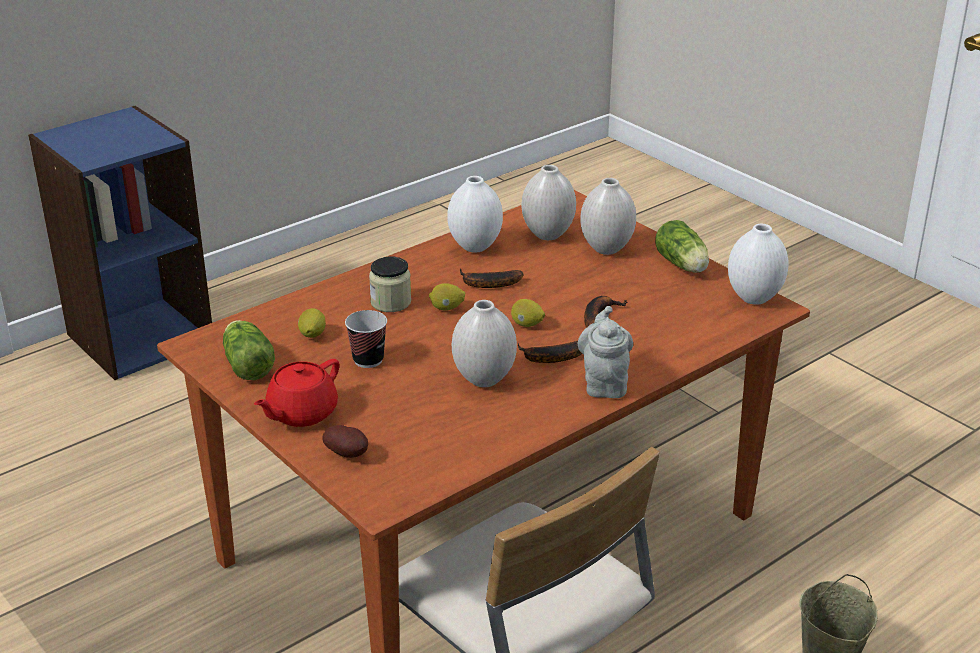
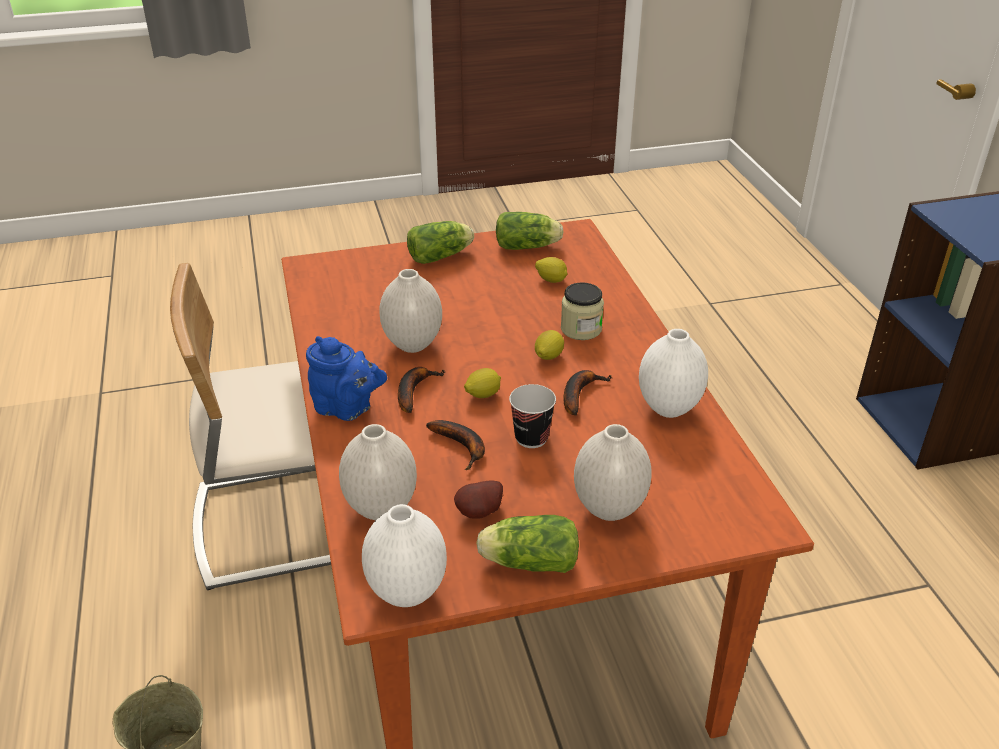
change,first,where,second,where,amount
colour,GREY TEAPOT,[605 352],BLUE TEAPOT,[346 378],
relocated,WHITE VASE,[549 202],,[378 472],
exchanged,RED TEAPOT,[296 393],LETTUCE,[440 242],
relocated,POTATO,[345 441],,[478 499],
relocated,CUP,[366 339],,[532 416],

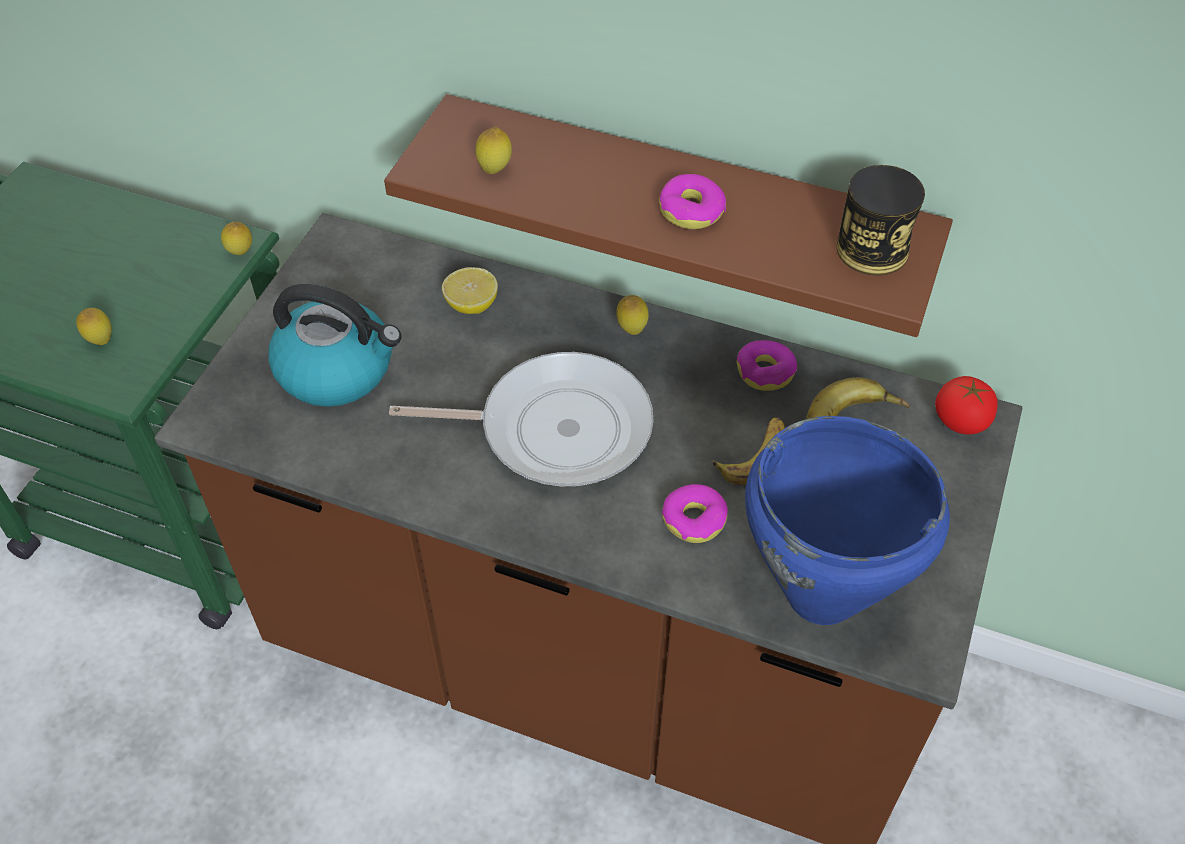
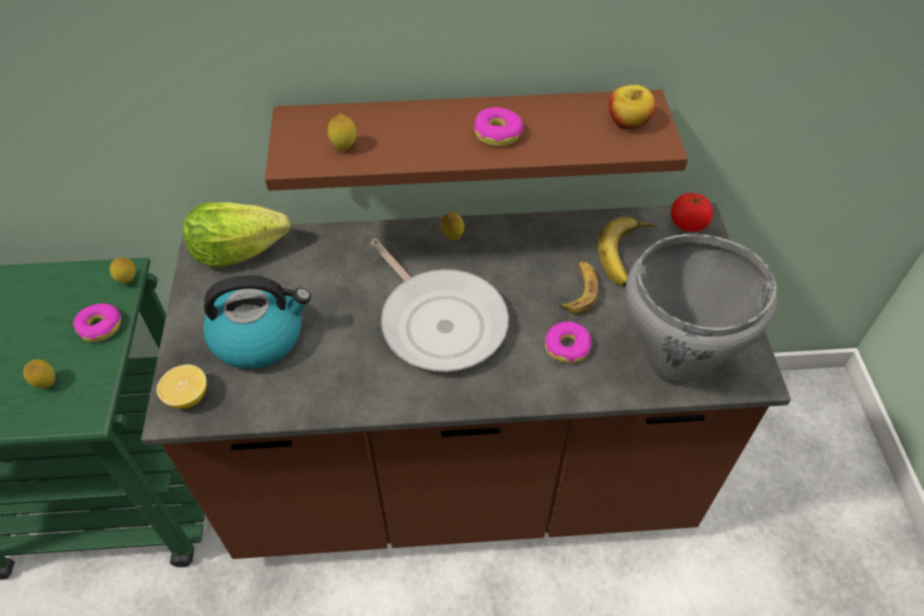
change,first,where,second,where,amount
relocated,DONUT,[767 365],,[97 322],
relocated,LEMON,[470 290],,[182 386],
appeared,,,LETTUCE,[236 234],
spun,FRYING PAN,[521 419],,[439 305],75 degrees clockwise
exchanged,CAN,[881 220],APPLE,[632 107],
colour,BLUE COOKING POT,[847 520],GREY COOKING POT,[701 309],

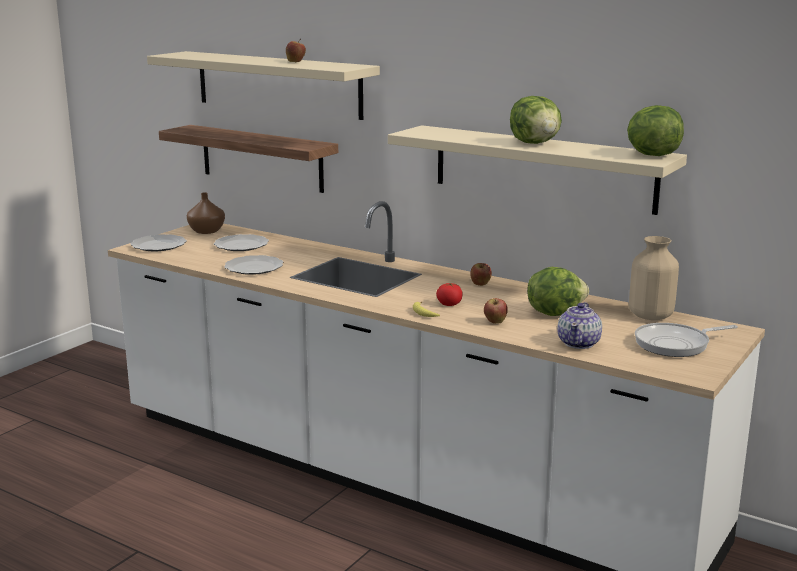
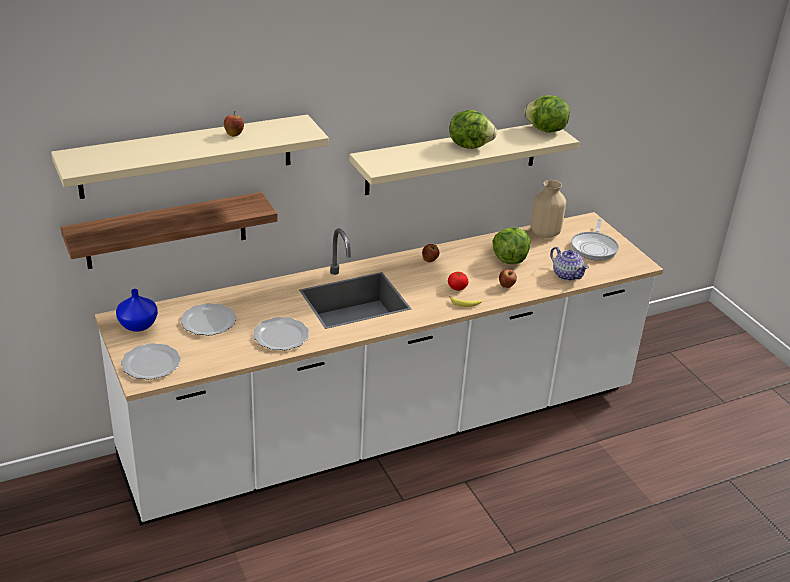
change,first,where,second,where,amount
colour,BROWN VASE,[206 213],BLUE VASE,[137 310],

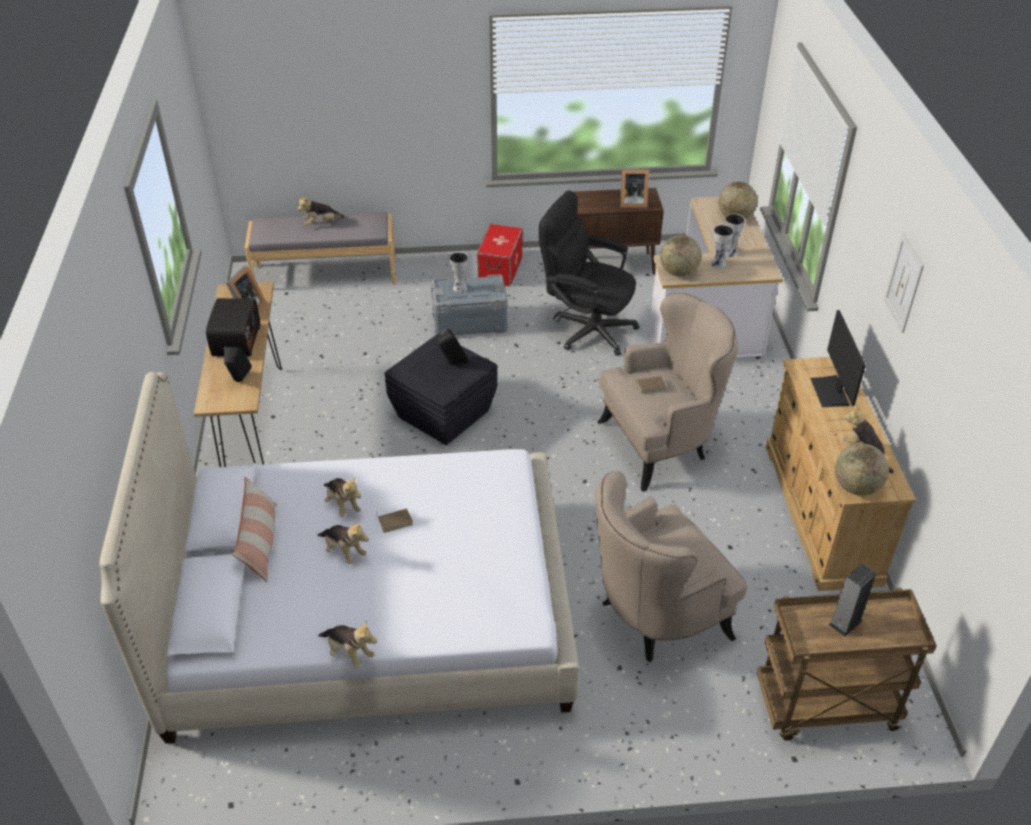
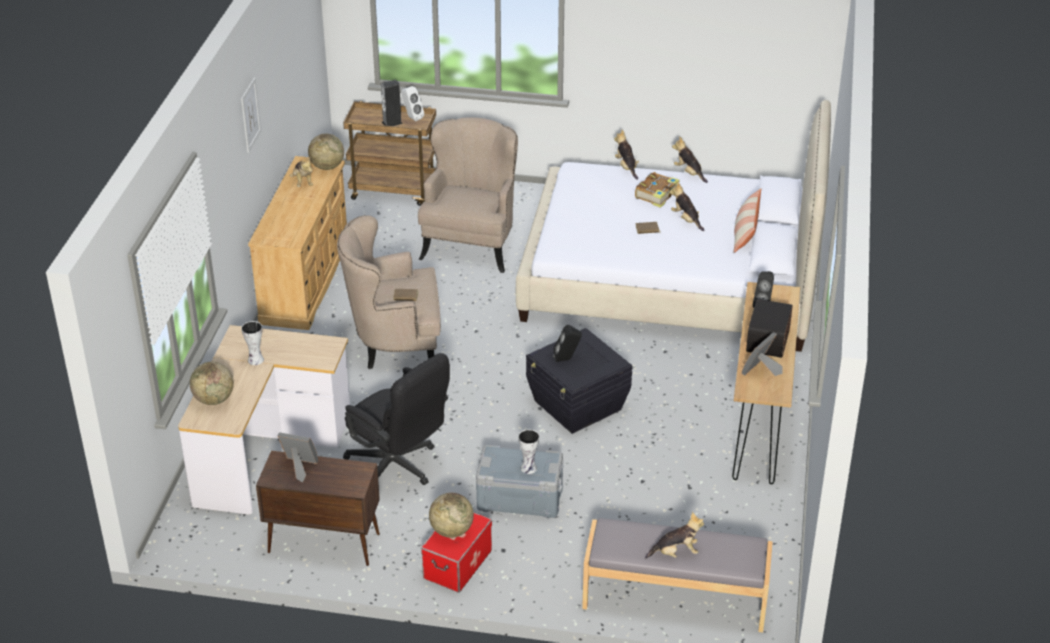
change,first,where,second,where,amount
appeared,,,WHITE SPEAKER,[412 103],
spun,BEIGE ARMCHAIR,[671 566],,[468 195],60 degrees counterclockwise
relocated,GLOBE,[681 256],,[451 515],
relocated,PLUSH TOY,[342 497],,[626 155],
appeared,,,BOOK,[657 190],
missing,VASE,[722 247],,,
missing,MONITOR,[838 358],,,

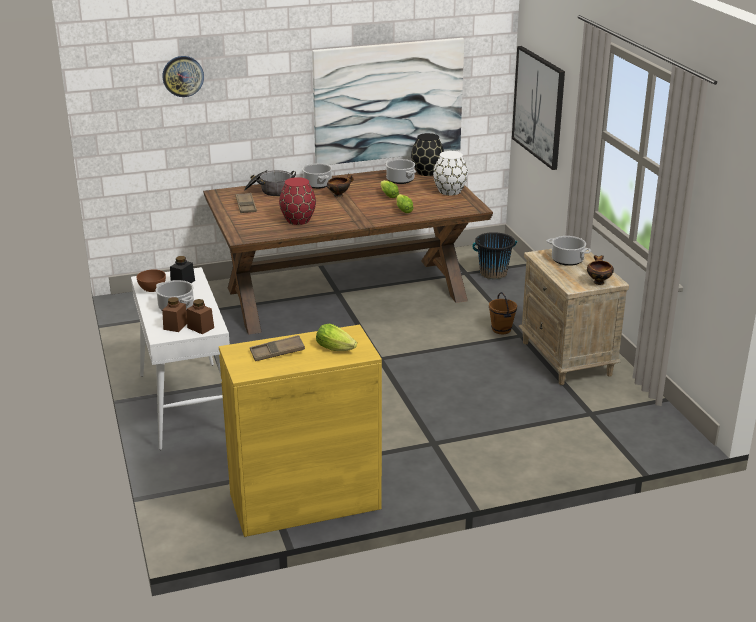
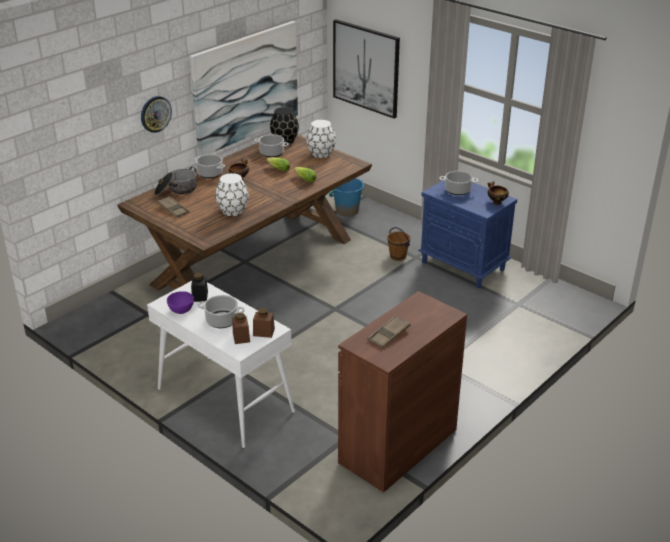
change,first,where,second,where,amount
relocated,WALL CLOCK,[183 76],,[156 114],
colour,BROWN BOWL,[151 281],PURPLE BOWL,[180 302],
colour,RED VASE,[297 201],WHITE VASE,[231 194],
colour,BLACK BUCKET,[494 255],BLUE BUCKET,[346 197],
colour,YELLOW CABINET,[300 431],BROWN CABINET,[402 391],
colour,BEIGE NIGHTSTAND,[574 316],BLUE NIGHTSTAND,[467 234],
missing,LETTUCE,[336 337],,,

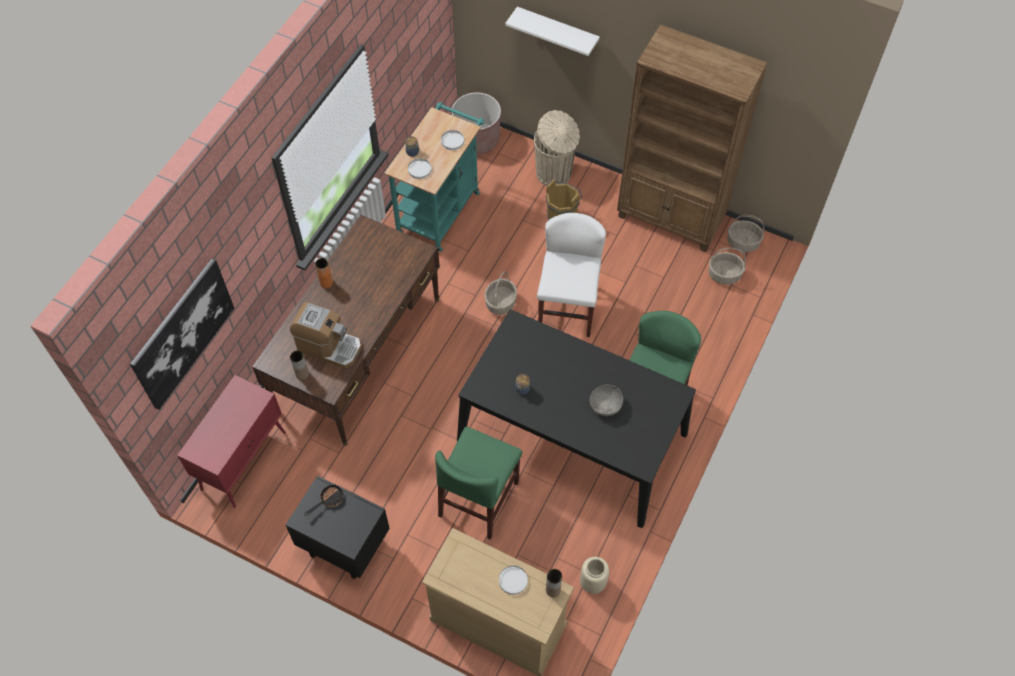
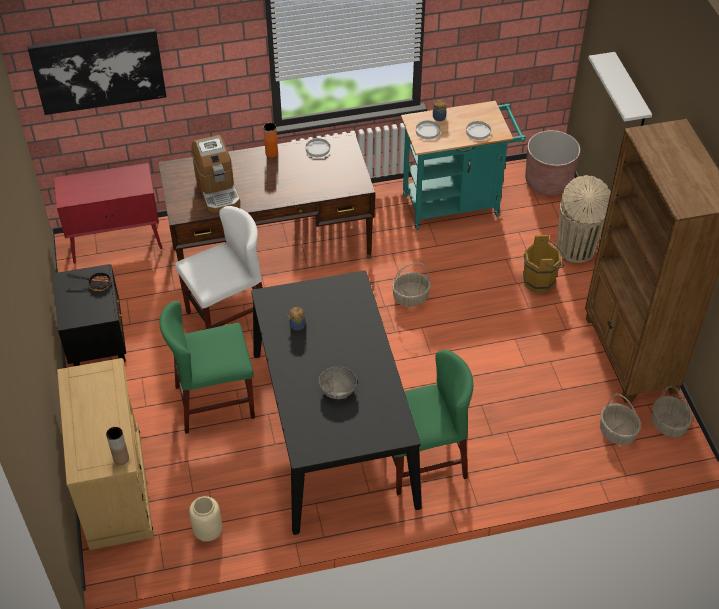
change,first,where,second,where,amount
relocated,WHITE CHAIR,[571 275],,[219 267],
relocated,WHITE PLATE,[513 580],,[318 147],
missing,BROWN VASE,[299 365],,,

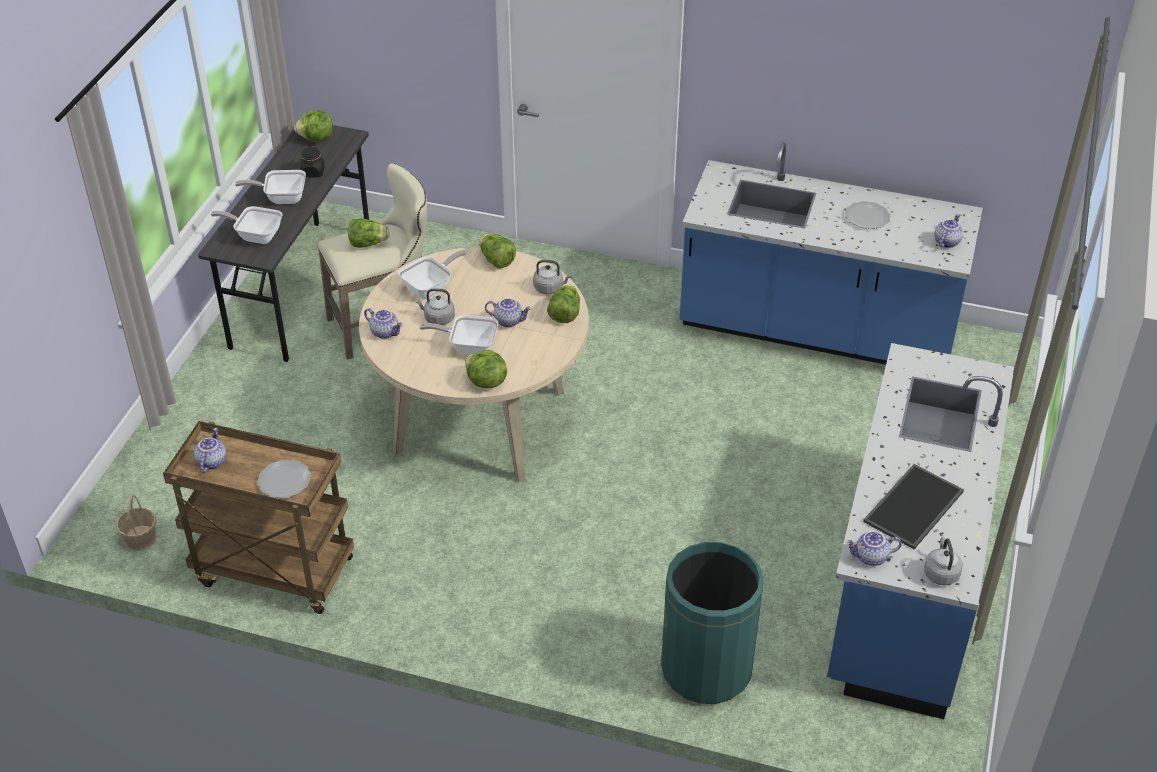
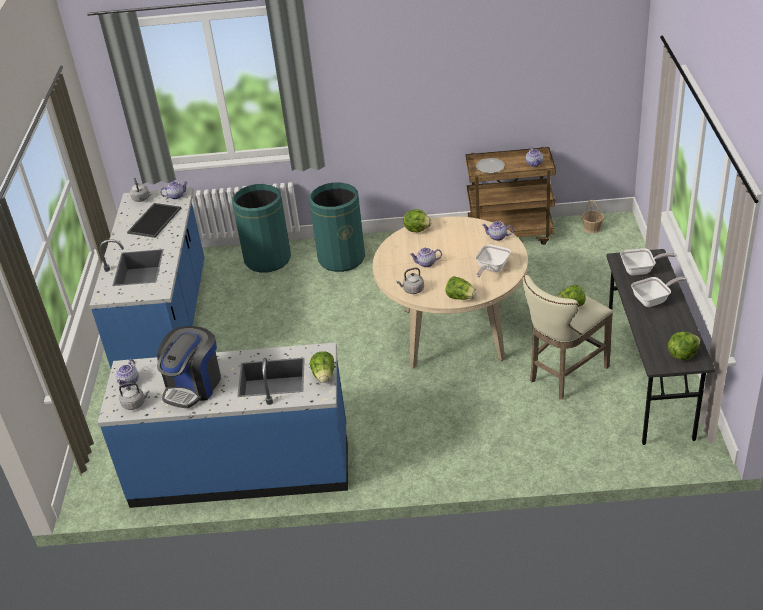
change,first,where,second,where,amount
relocated,GREY KETTLE,[435 307],,[134 396],
exchanged,PLATE,[868 215],COFFEE MACHINE,[189 367],
appeared,,,GREEN TRASH CAN,[337 227],
relocated,LETTUCE,[563 304],,[322 367],
missing,BLACK JAR,[312 161],,,
missing,FRYING PAN,[458 335],,,

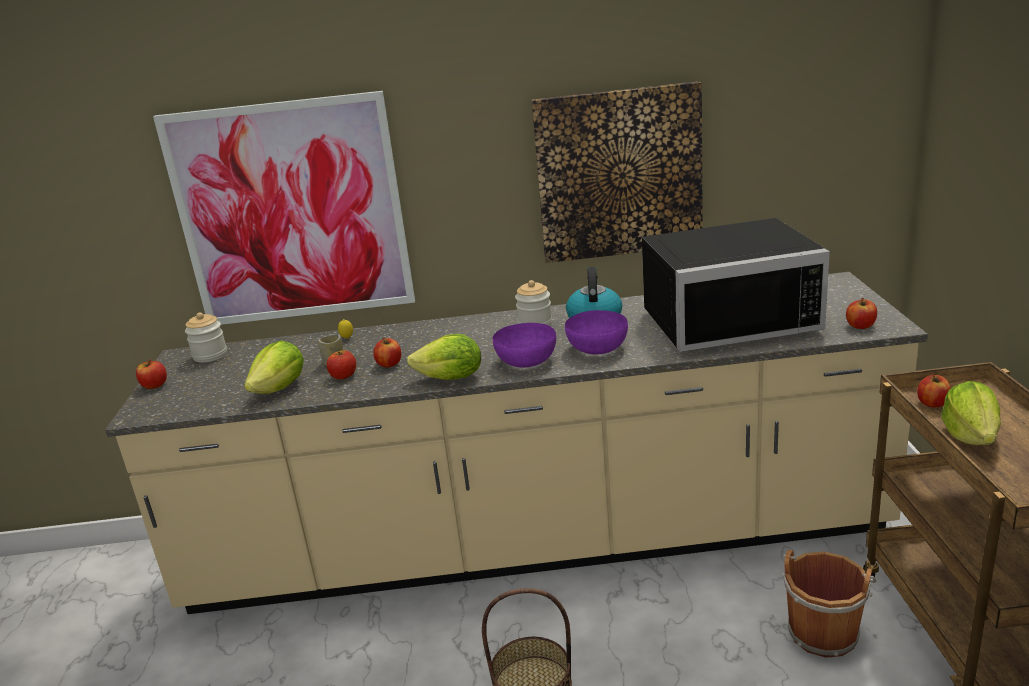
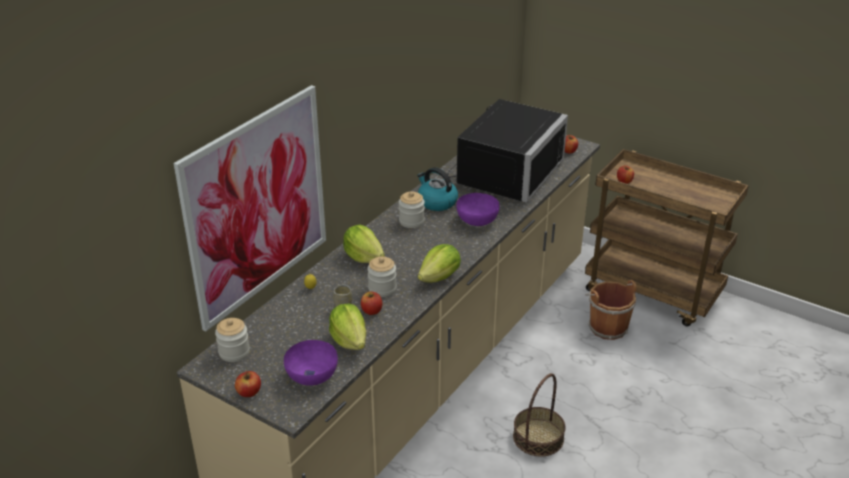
change,first,where,second,where,amount
relocated,PURPLE BOWL,[524 345],,[311 363],
relocated,LETTUCE,[971 413],,[364 243],
exchanged,APPLE,[387 352],JAR,[382 276],
missing,PICTURE,[617 172],,,

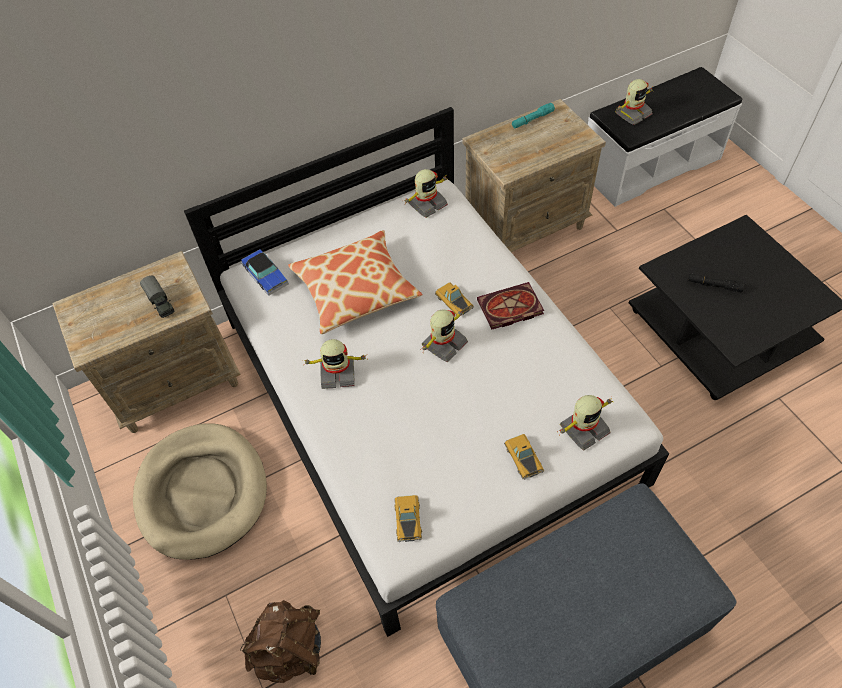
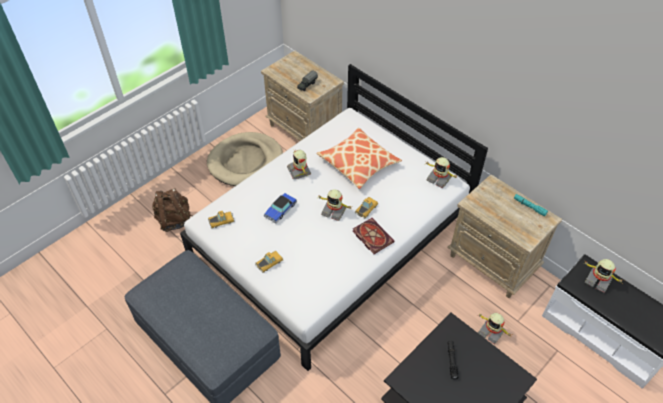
change,first,where,second,where,amount
relocated,TOY CAR,[265 272],,[280 208],
relocated,TOY ROBOT,[585 423],,[495 329],

